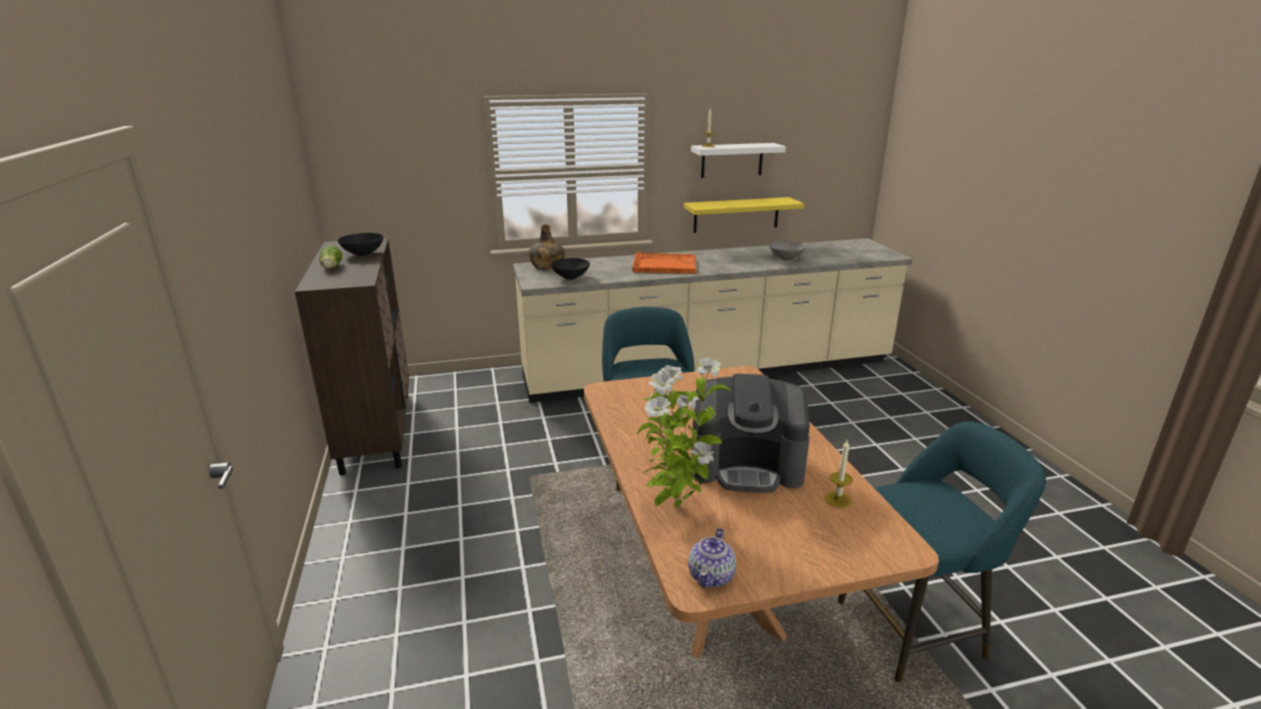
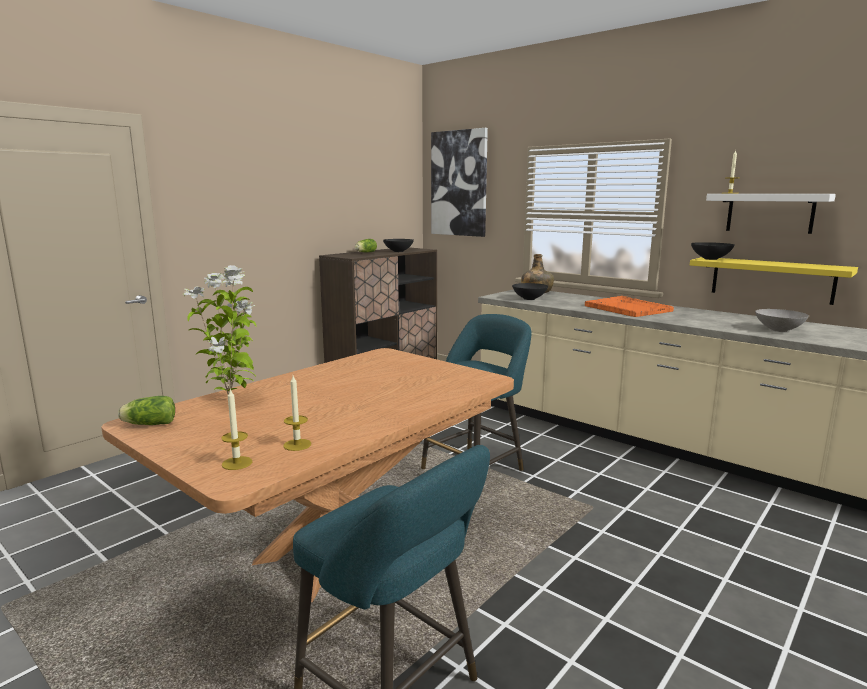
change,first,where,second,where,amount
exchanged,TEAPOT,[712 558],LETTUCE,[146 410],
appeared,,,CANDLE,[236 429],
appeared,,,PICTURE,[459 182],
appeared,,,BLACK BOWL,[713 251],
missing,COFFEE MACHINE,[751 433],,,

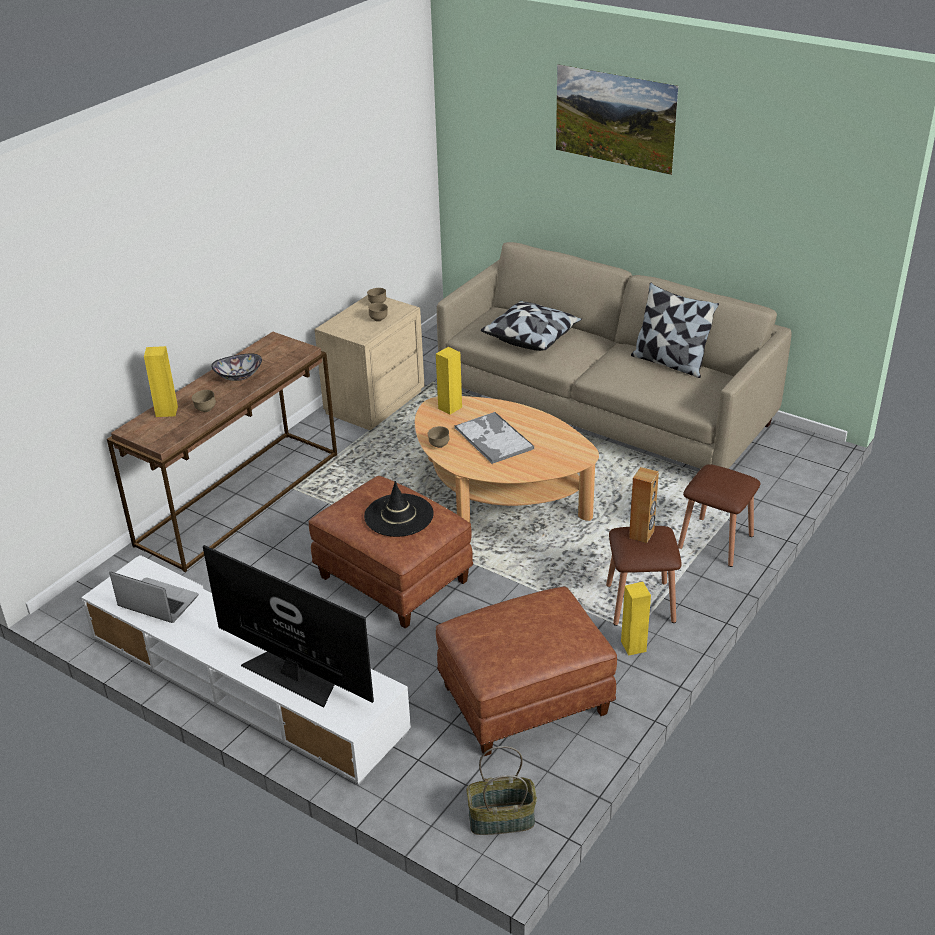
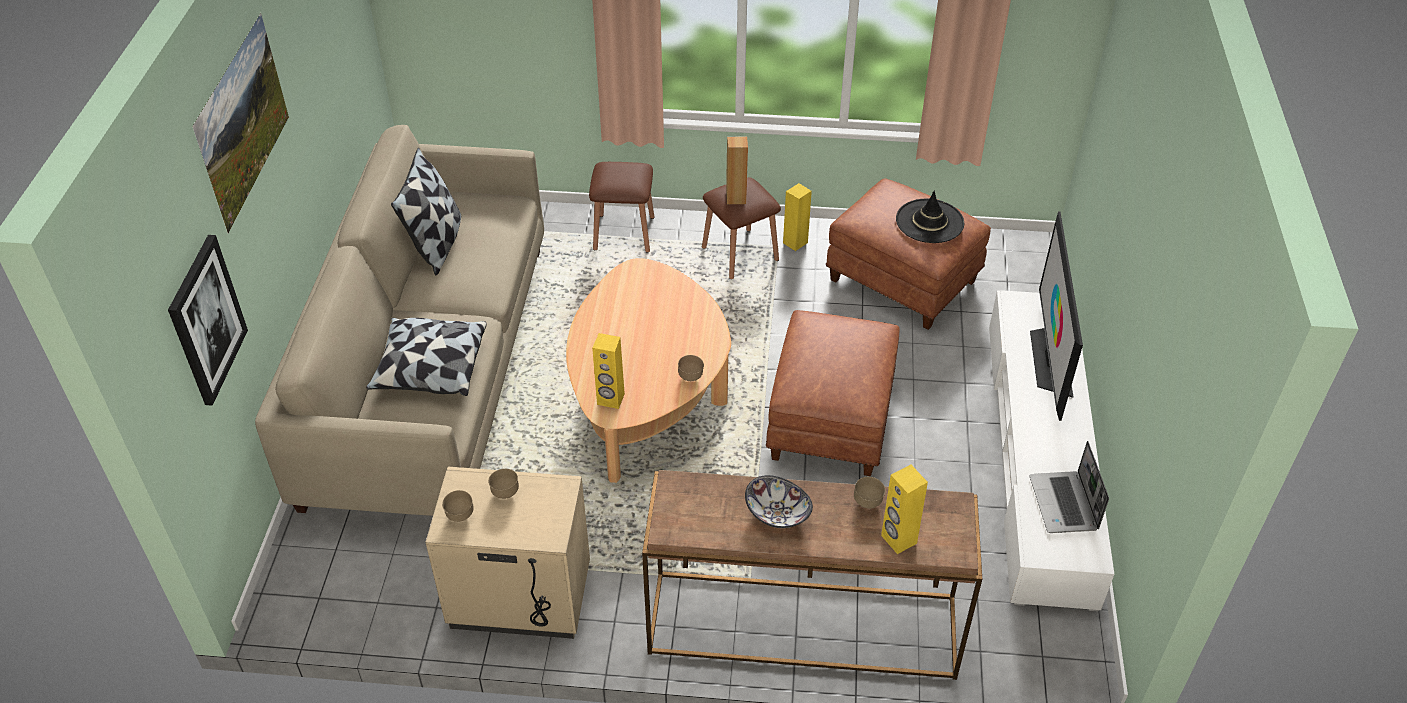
change,first,where,second,where,amount
appeared,,,PICTURE,[208 320],
relocated,BLACK HAT,[399 509],,[930 217],
missing,TRAY,[494 438],,,
missing,BASKET,[501 790],,,

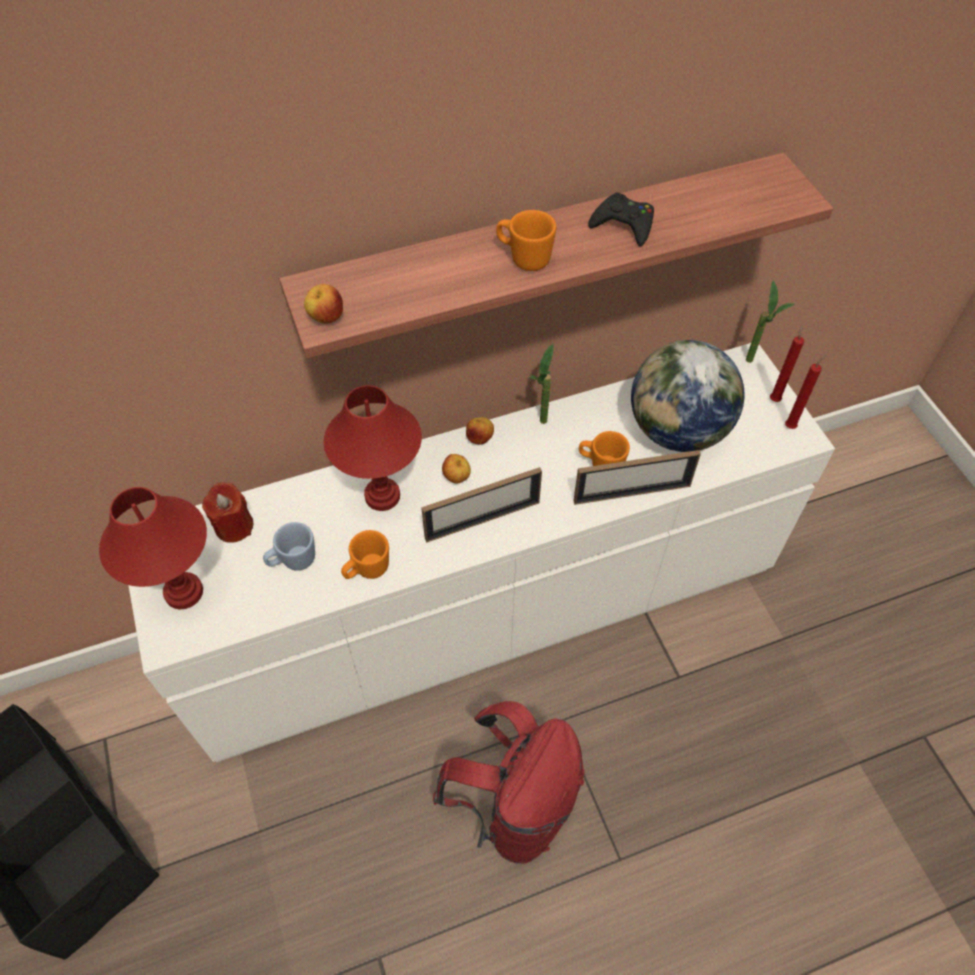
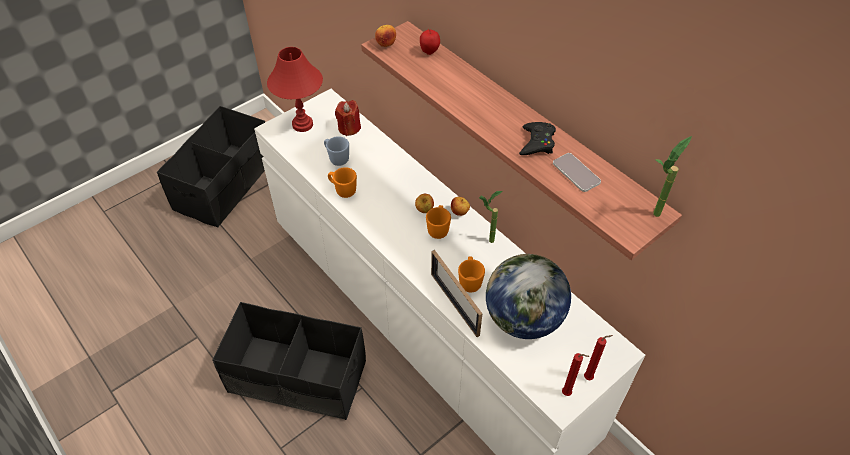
change,first,where,second,where,amount
exchanged,RED BACKPACK,[508 782],BLACK STORAGE BOX,[289 361],
appeared,,,APPLE,[430 41],
relocated,ORANGE MUG,[526 240],,[438 222],
appeared,,,PHONE,[577 172],
relocated,POTTED PLANT,[770 321],,[672 176],
missing,RED TABLE LAMP,[373 448],,,
missing,PICTURE FRAME,[481 505],,,

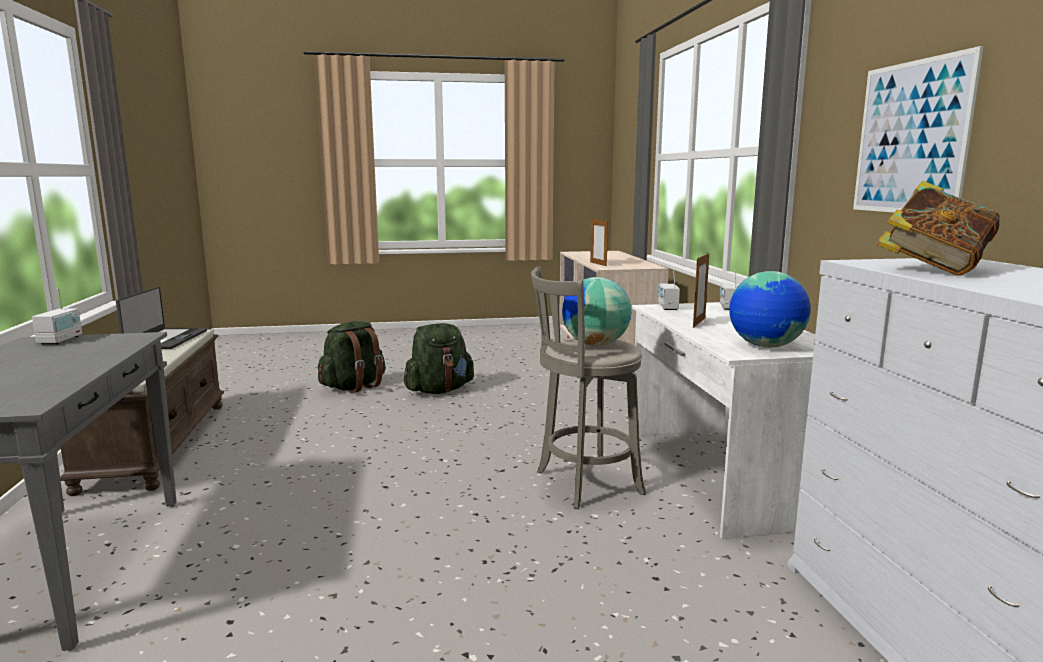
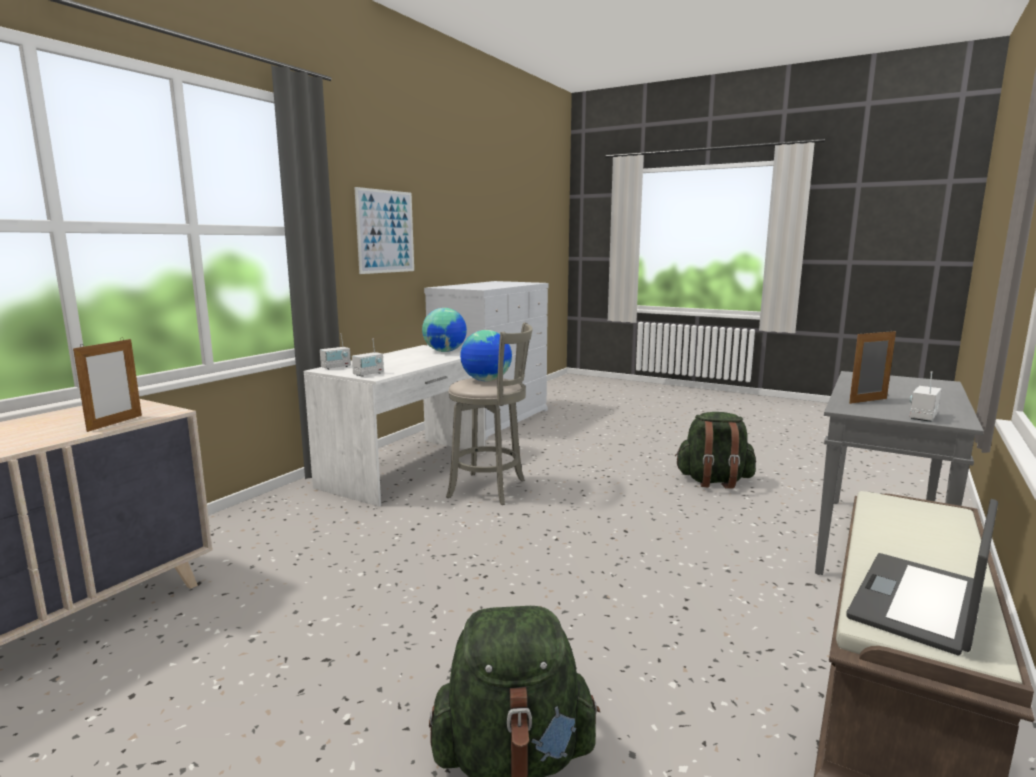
change,first,where,second,where,amount
relocated,GREEN BACKPACK,[439 358],,[715 450],
relocated,PICTURE FRAME,[701 290],,[872 366],
missing,BOOK,[938 228],,,

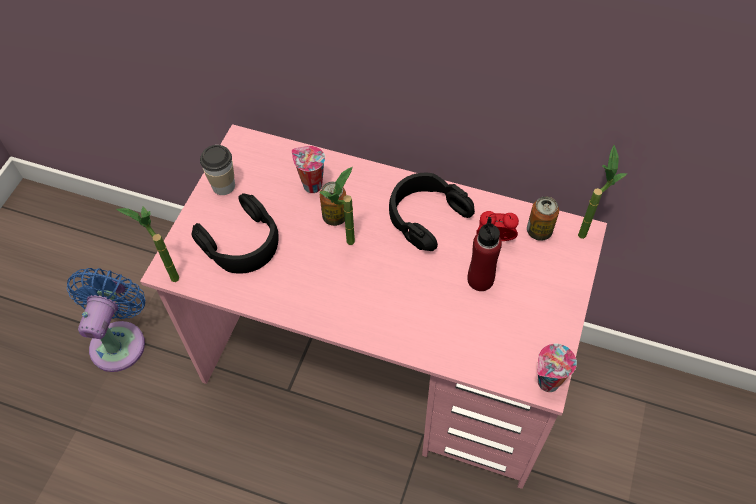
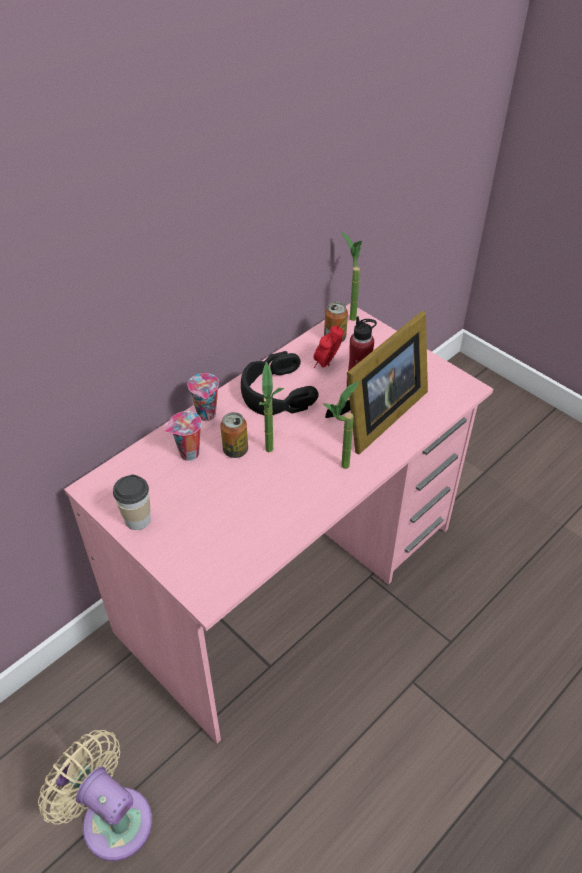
change,first,where,second,where,amount
colour,BLUE FAN,[106 320],BEIGE FAN,[95 795],
relocated,CUP,[557 368],,[203 397],
relocated,POTTED PLANT,[147 244],,[341 425],
appeared,,,PICTURE FRAME,[376 382],
missing,BLACK HEADPHONES,[235 233],,,

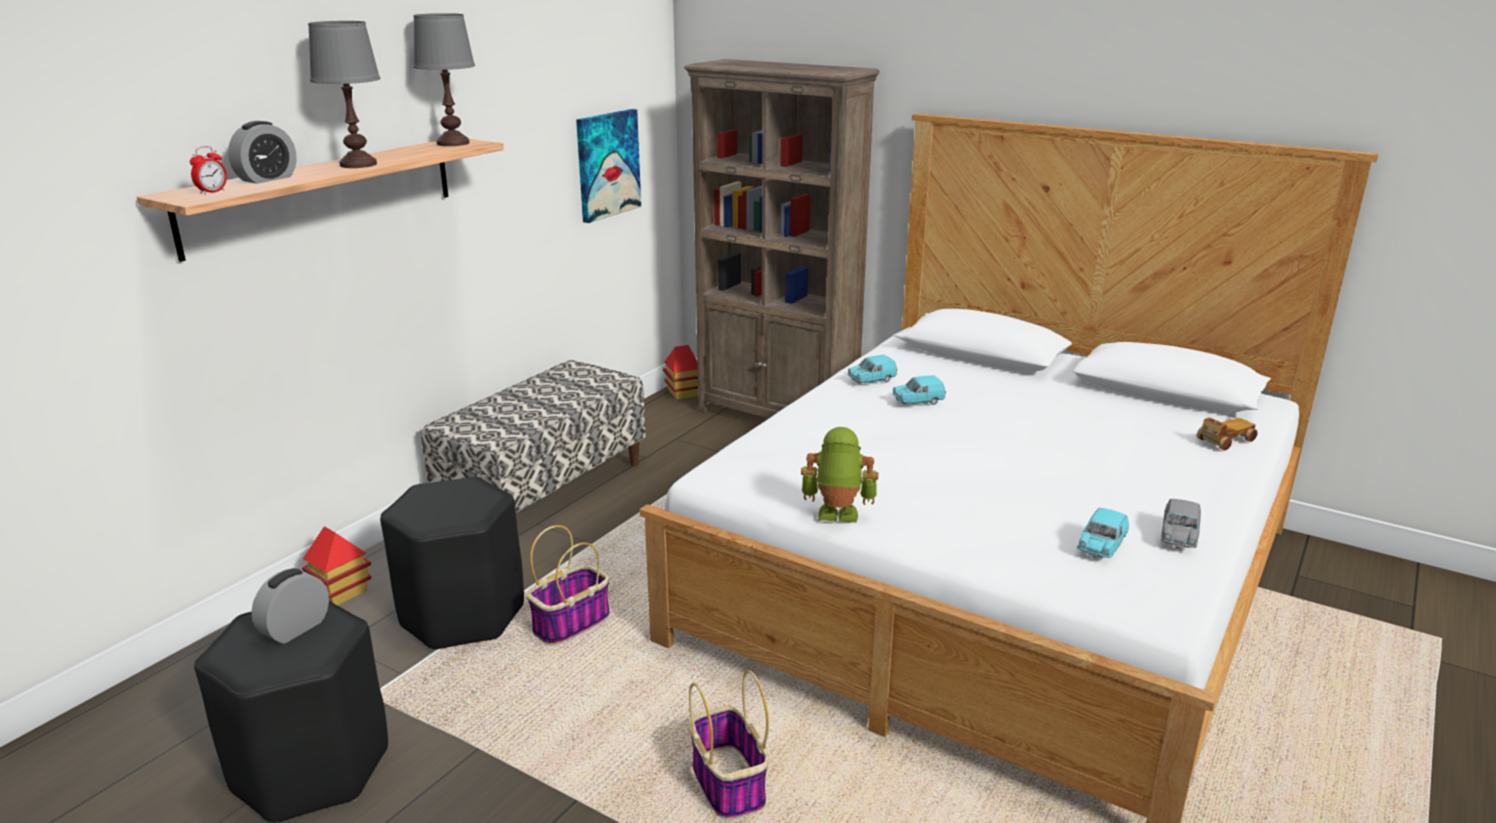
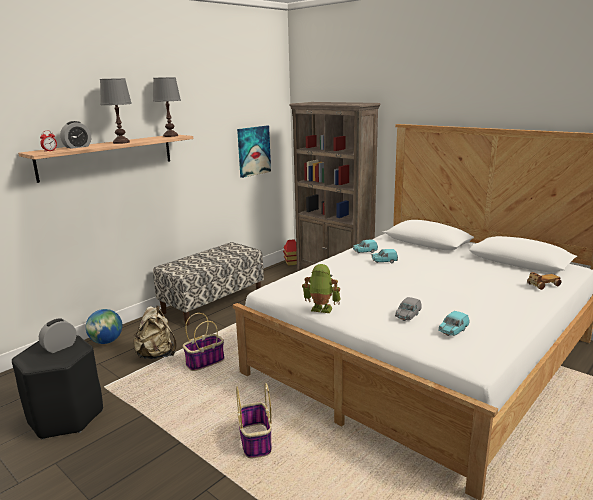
change,first,where,second,where,amount
exchanged,TOY HOUSE,[337 565],GLOBE,[104 326],
exchanged,BLACK STOOL,[452 564],BEIGE BACKPACK,[155 332],
relocated,GREY TOY CAR,[1181 524],,[408 309],

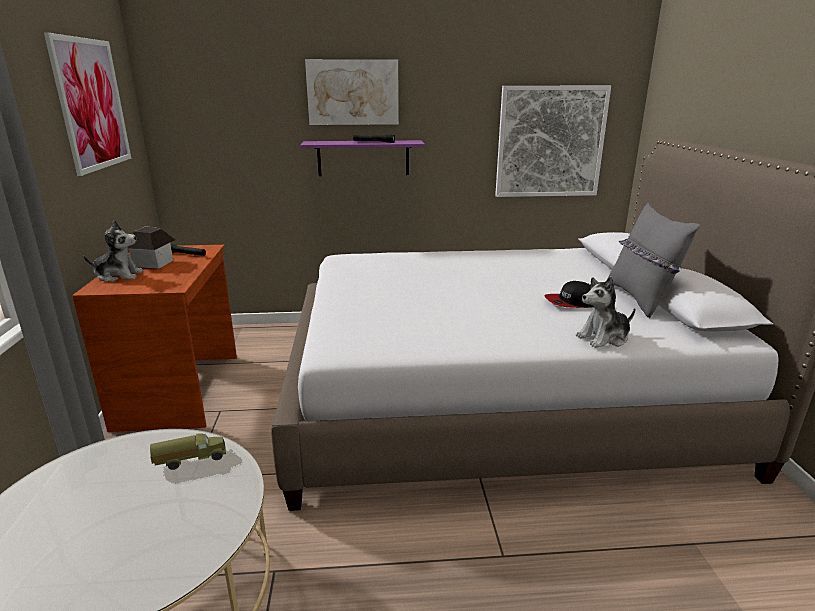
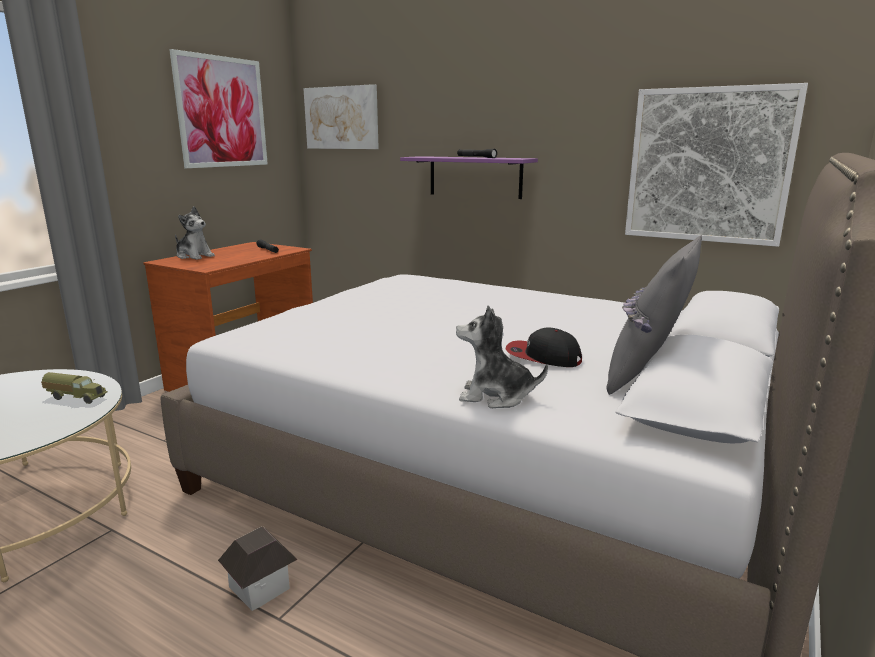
change,first,where,second,where,amount
relocated,TOY HOUSE,[151 247],,[258 568],
relocated,PICTURE,[352 92],,[341 116],

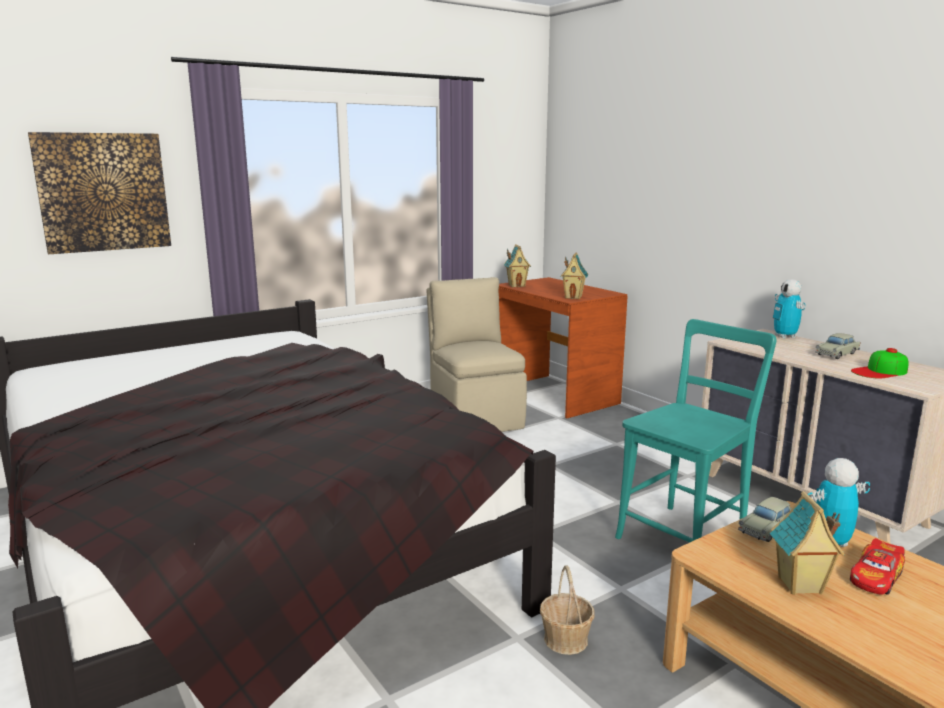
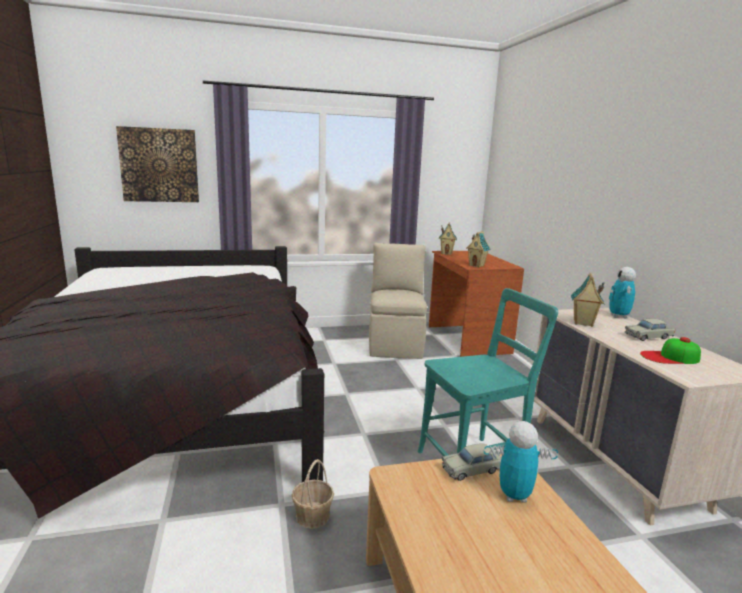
change,first,where,second,where,amount
relocated,TOY HOUSE,[807 543],,[588 300],
missing,TOY CAR,[877 566],,,

